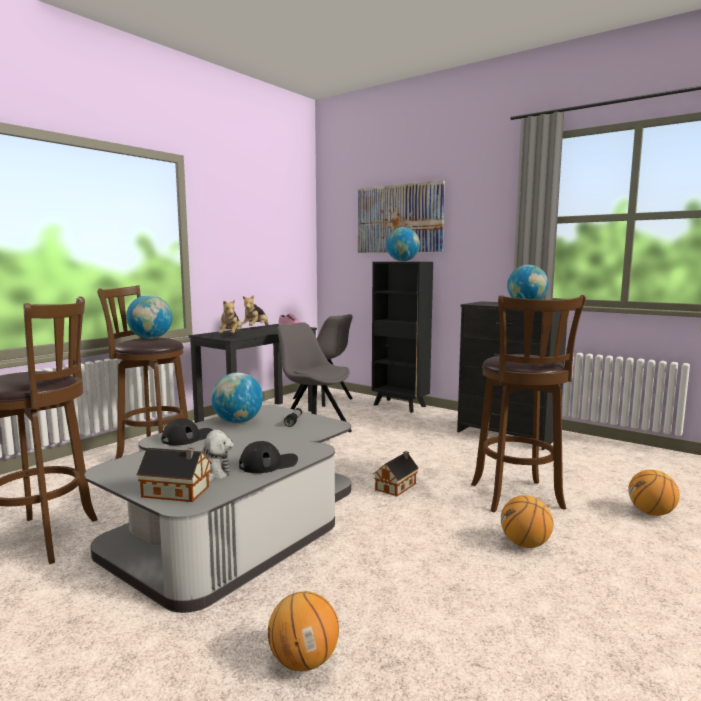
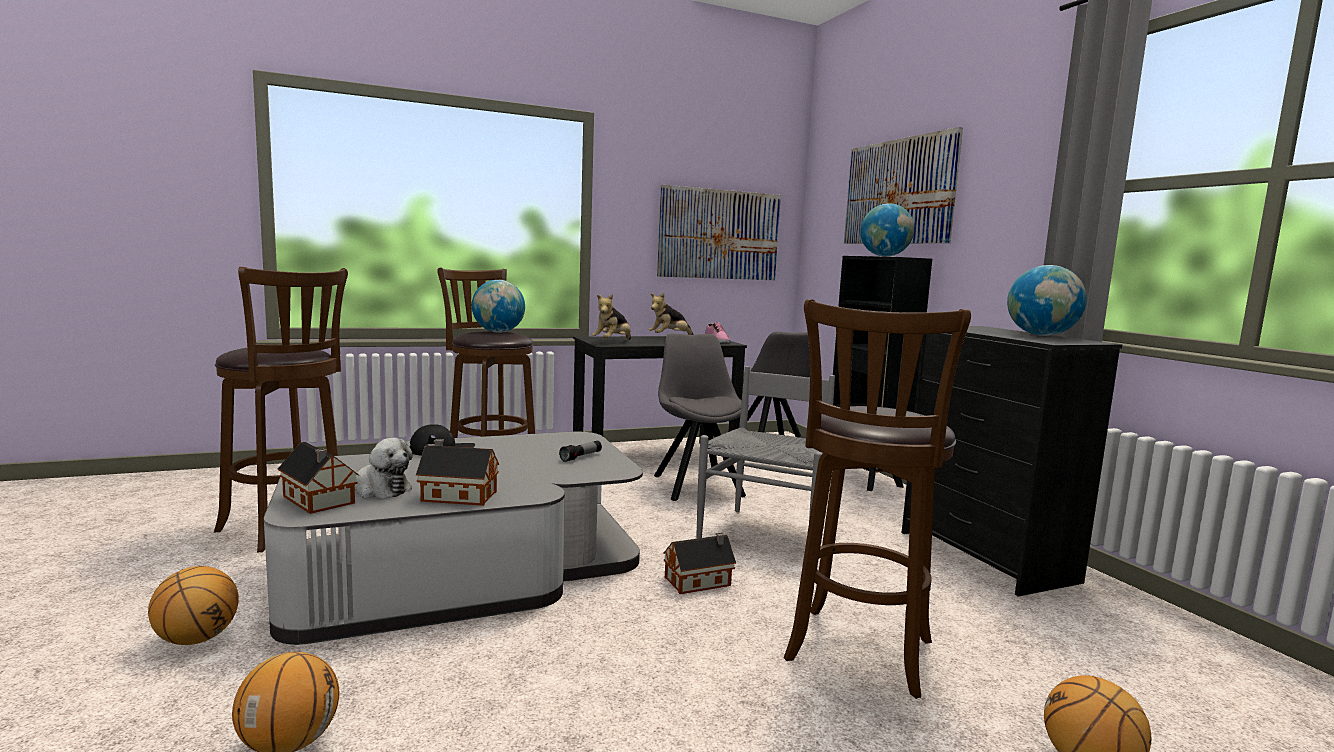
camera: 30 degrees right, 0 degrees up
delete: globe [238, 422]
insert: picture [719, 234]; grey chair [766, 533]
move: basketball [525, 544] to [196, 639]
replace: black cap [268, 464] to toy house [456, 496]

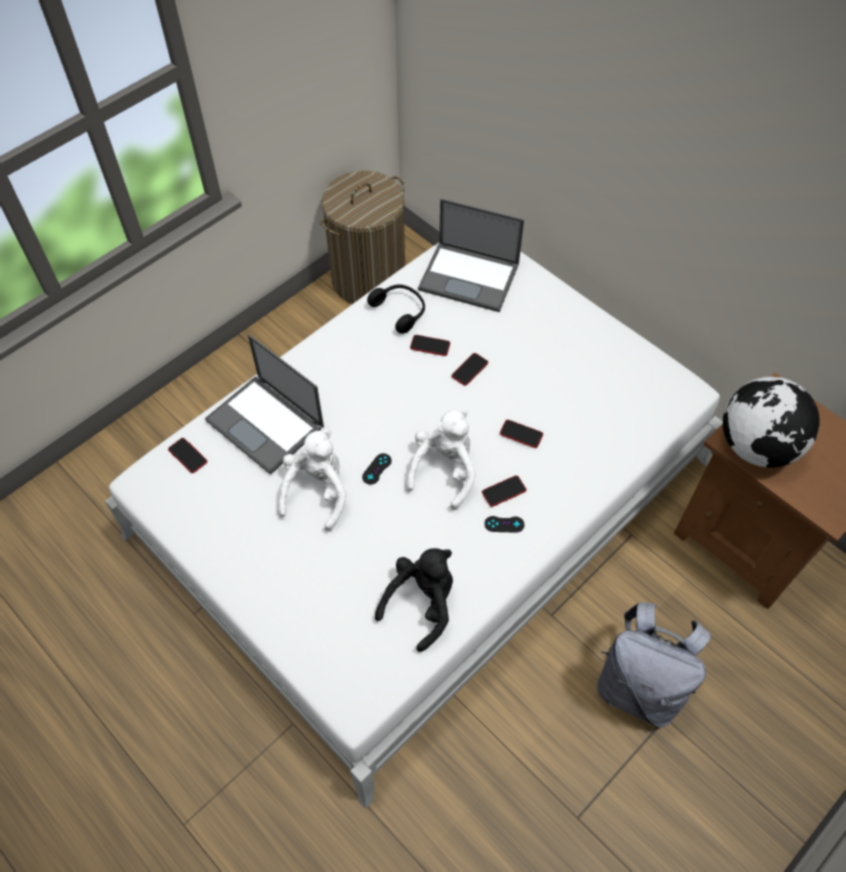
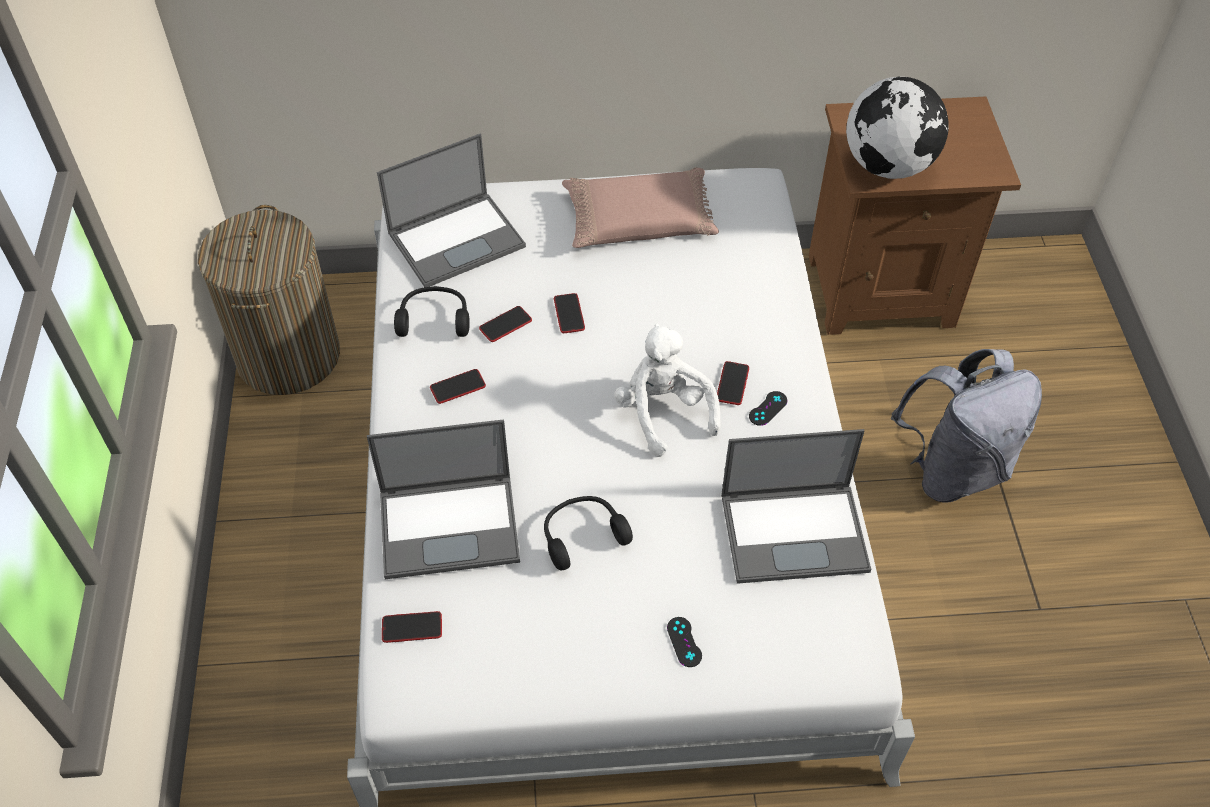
camera: 50 degrees left, 5 degrees down
insert: beige pillow [639, 216]
move: black game controller [377, 469] to [684, 642]; phone [521, 434] to [458, 387]
replace: white plush toy [317, 492] to black headphones [582, 535]; black plush toy [422, 604] to laptop [795, 532]

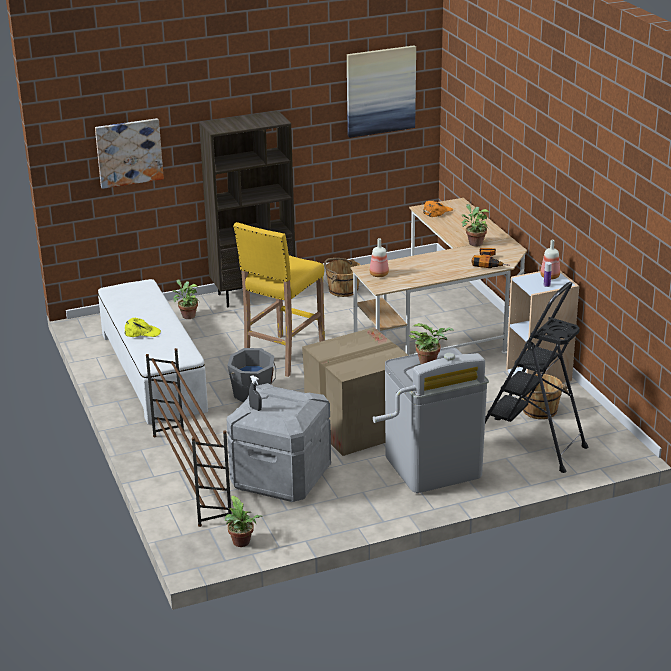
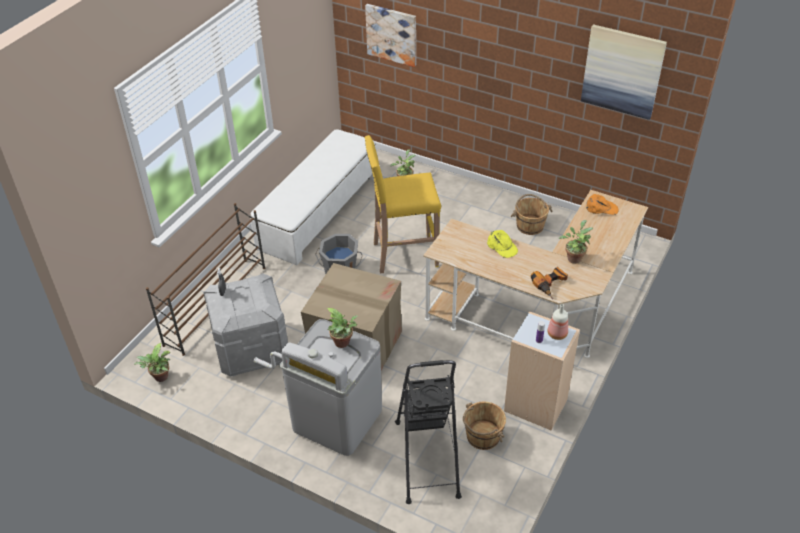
camera: 50 degrees right, 15 degrees up
delete: brown bookcase [253, 294]; bottle [378, 275]
move: yellow cap [142, 333] to [502, 247]

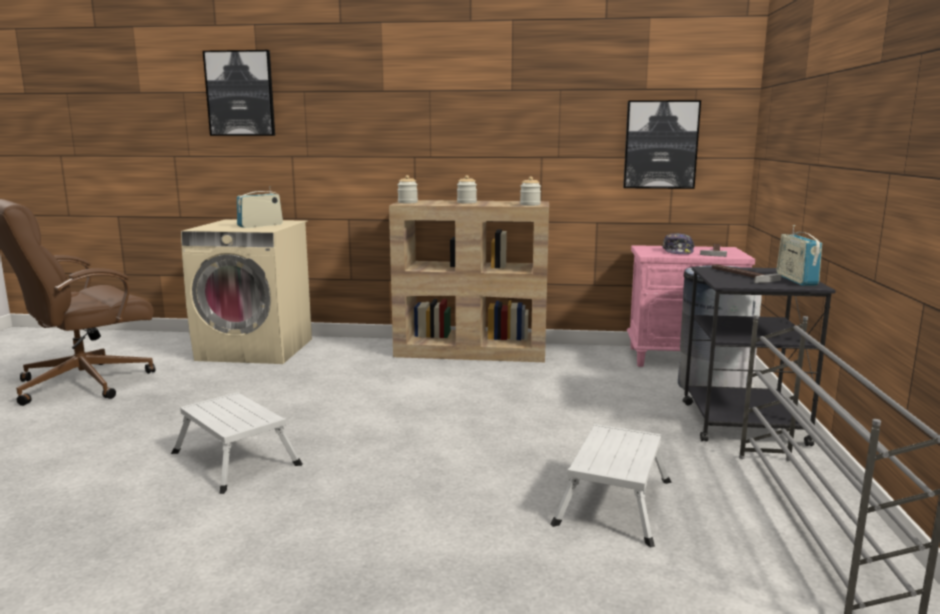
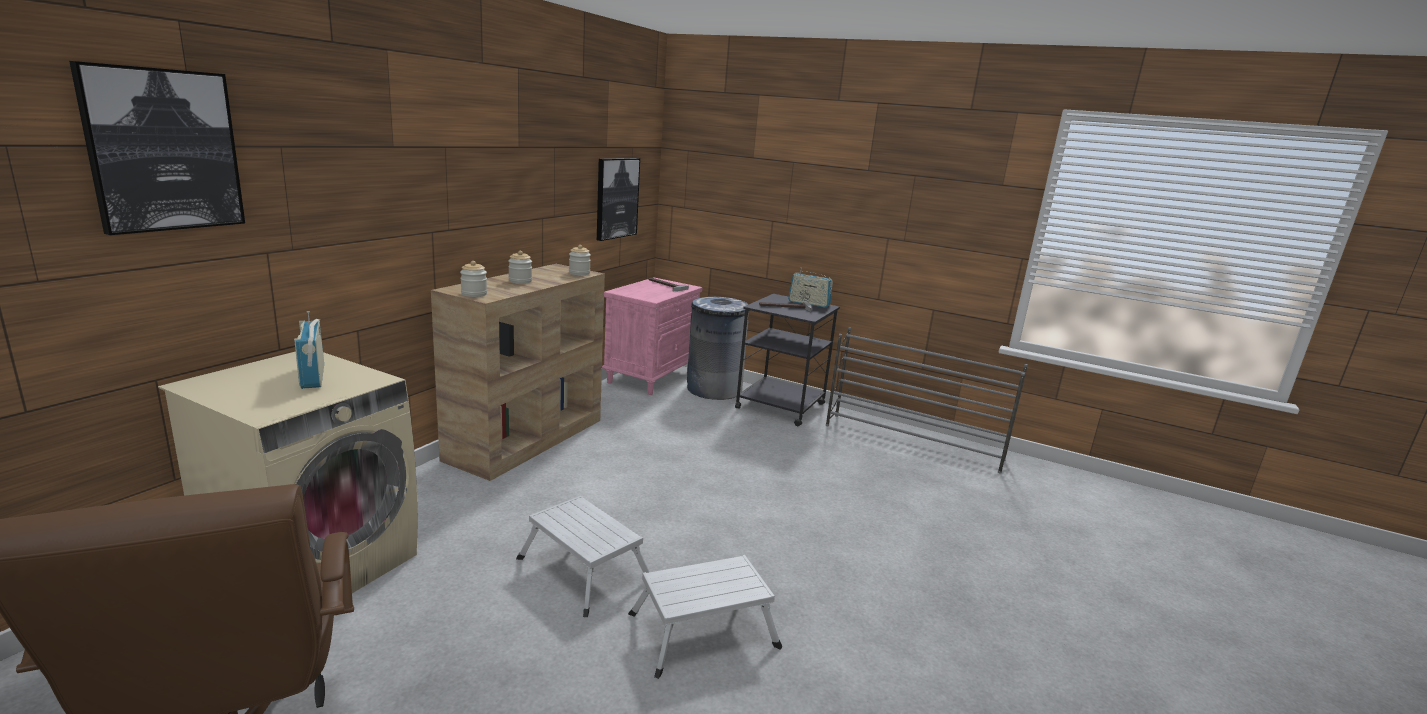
camera: 70 degrees left, 5 degrees up
delete: cap [678, 252]
move: white step ladder [614, 503] to [584, 569]

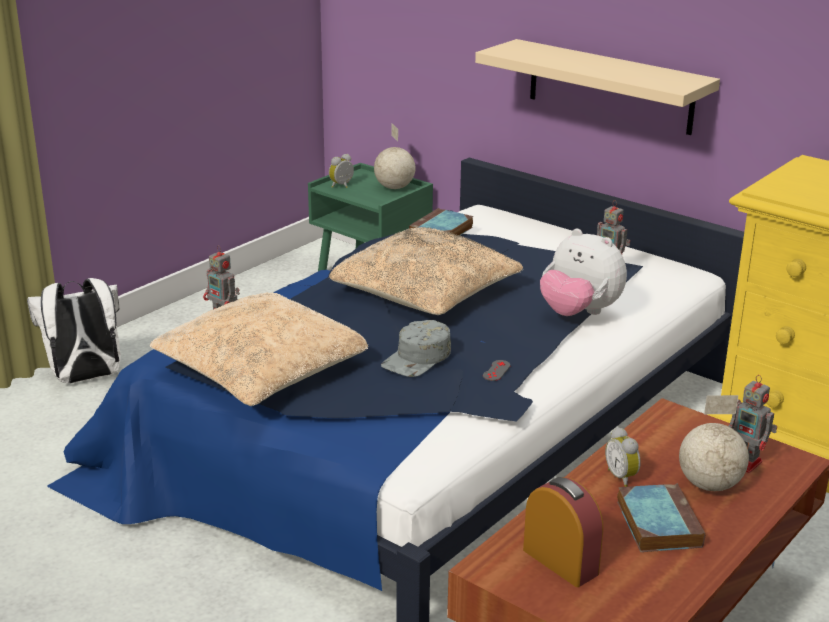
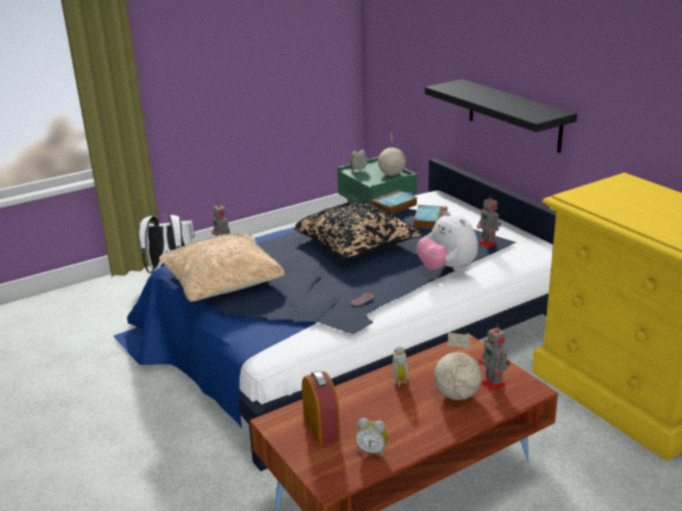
camera: 20 degrees right, 0 degrees up
delete: grey cap [417, 358]
insert: alarm clock [372, 451]
move: book [657, 523] to [430, 220]
recolor: beige pillow [426, 291] to black pillow [356, 243]; beige shelf [610, 87] to black shelf [514, 115]

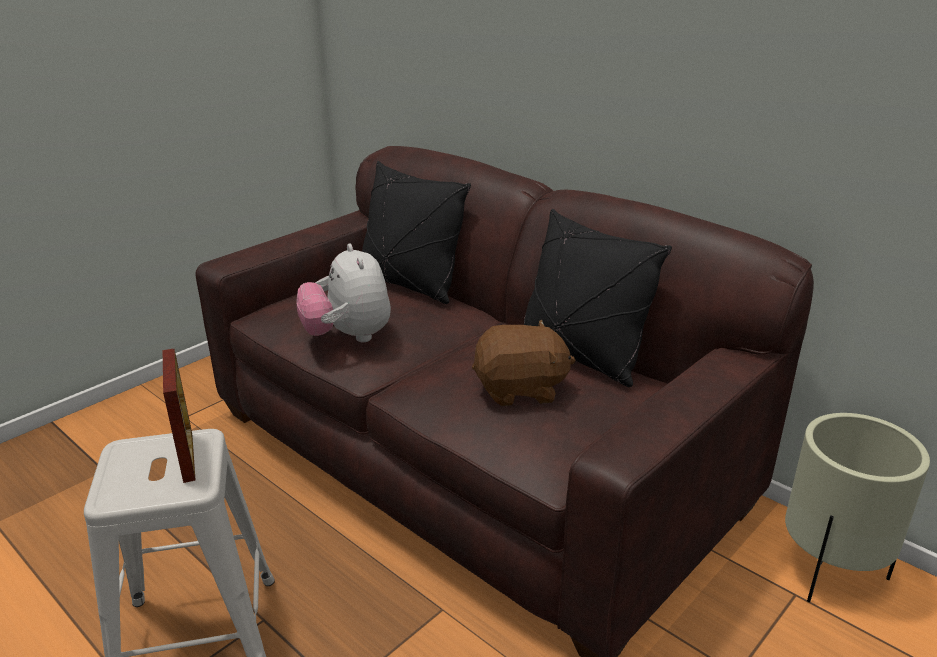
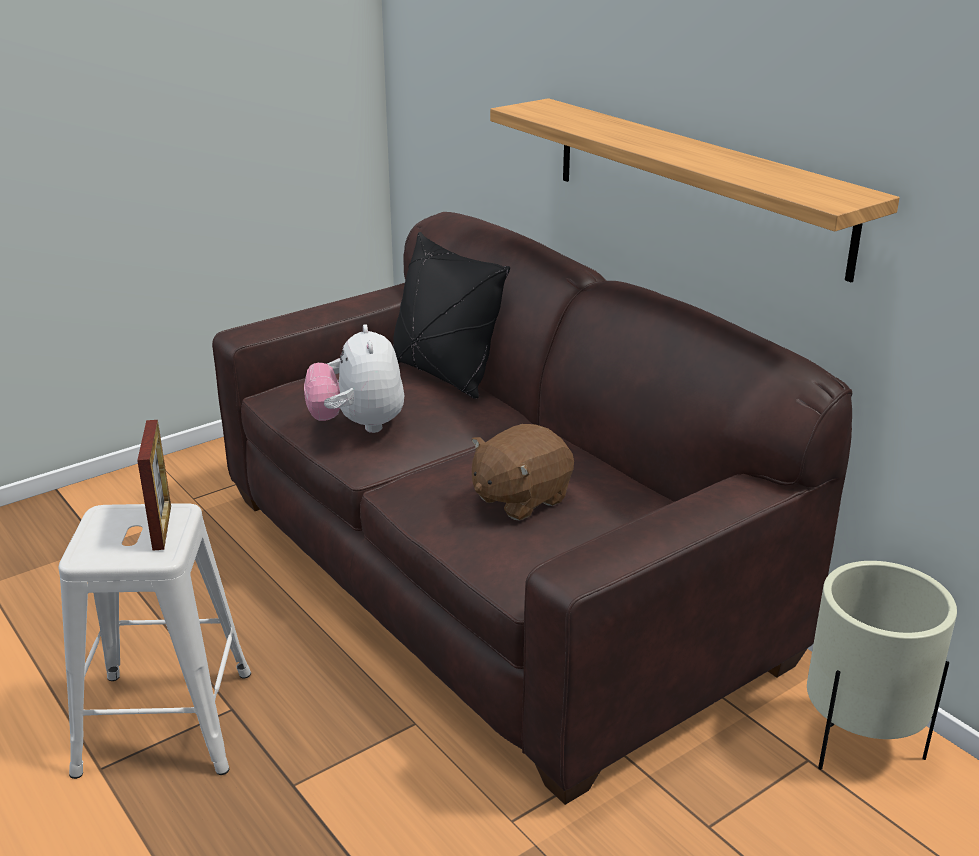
camera: 10 degrees right, 0 degrees up
delete: black pillow [581, 357]
insert: shelf [695, 183]
rotate: brown plush toy [520, 390] = [519, 498] 135 degrees clockwise

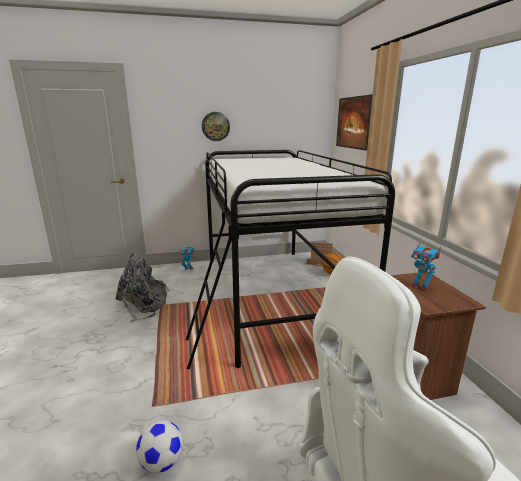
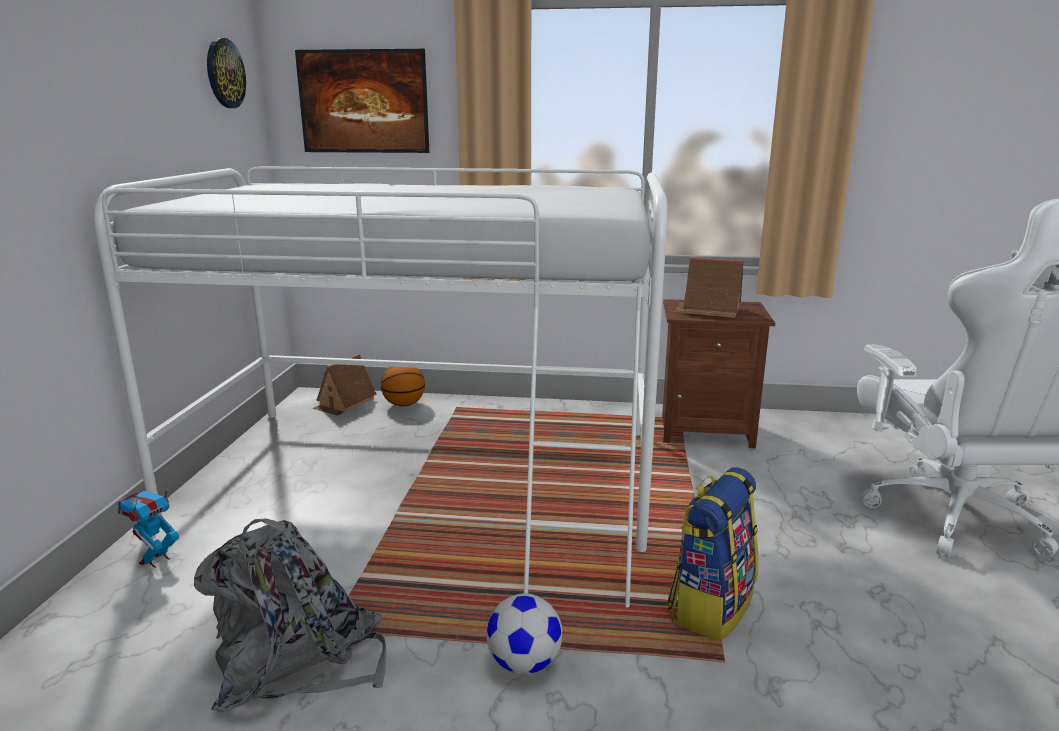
camera: 70 degrees left, 0 degrees up
insert: backpack [710, 606]
move: football [162, 462] to [524, 664]; wall clock [215, 126] to [225, 73]
replace: toy robot [420, 287] to toy house [708, 310]
recolor: black bed [272, 295] to white bed [428, 474]

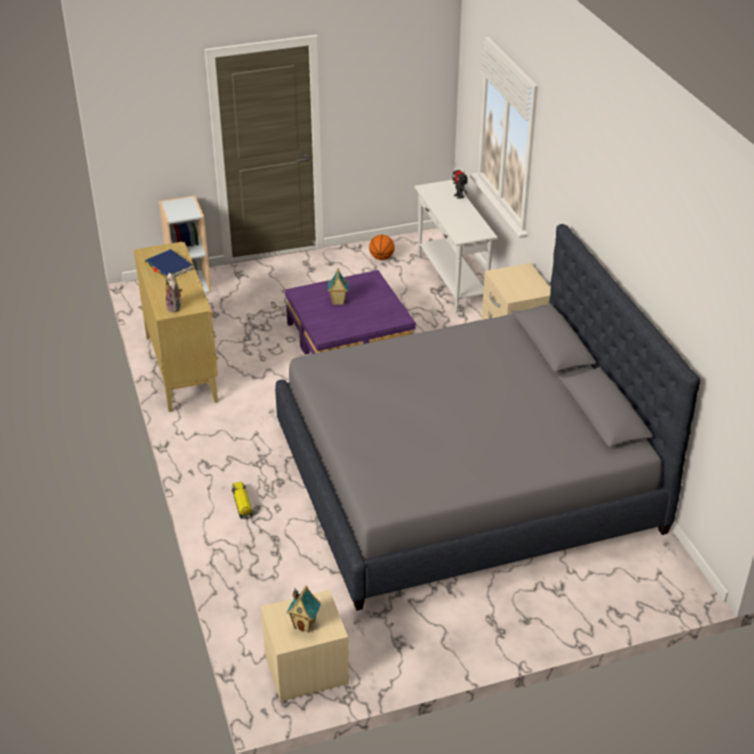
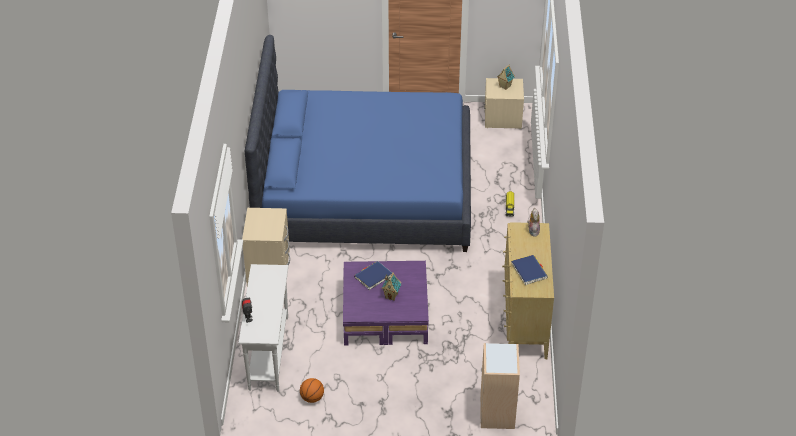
camera: 160 degrees left, 5 degrees up
insert: blue book [373, 276]
recolor: grey bed [465, 477] to blue bed [365, 189]

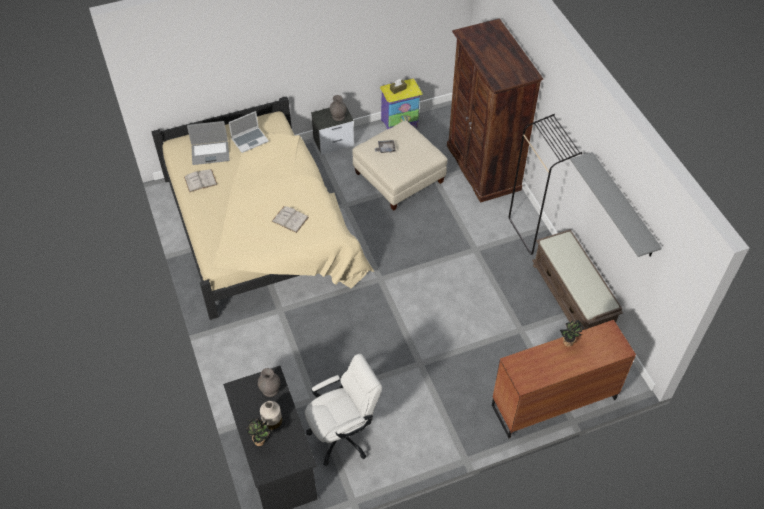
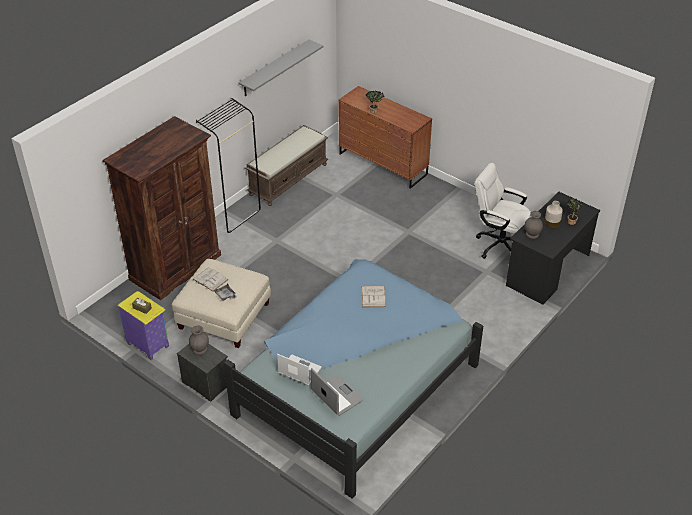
camera: 120 degrees left, 10 degrees down
move: white book [200, 180] to [210, 279]
recolor: beige bed [262, 228] to blue bed [354, 382]

